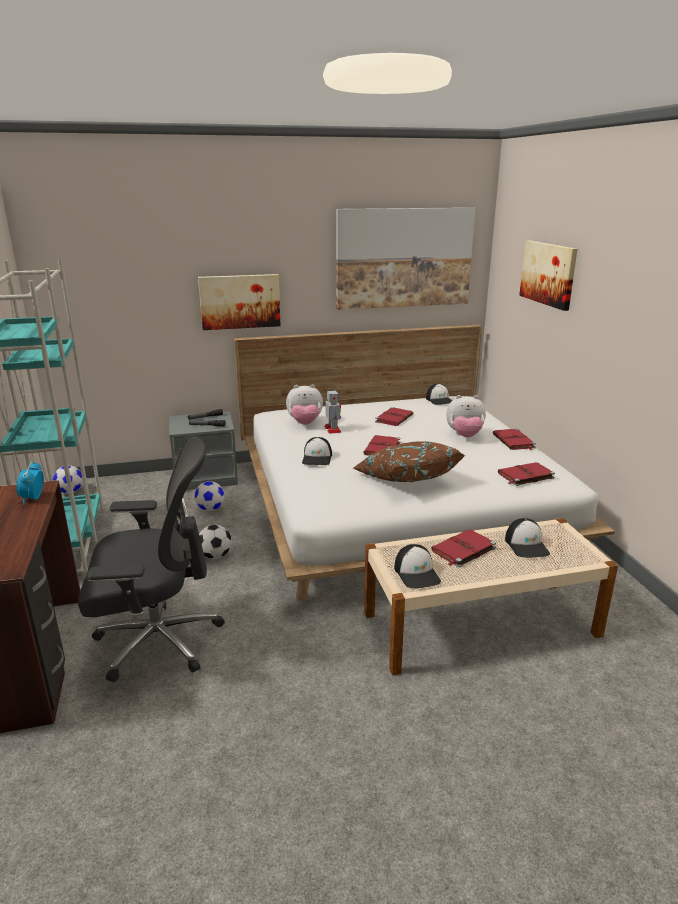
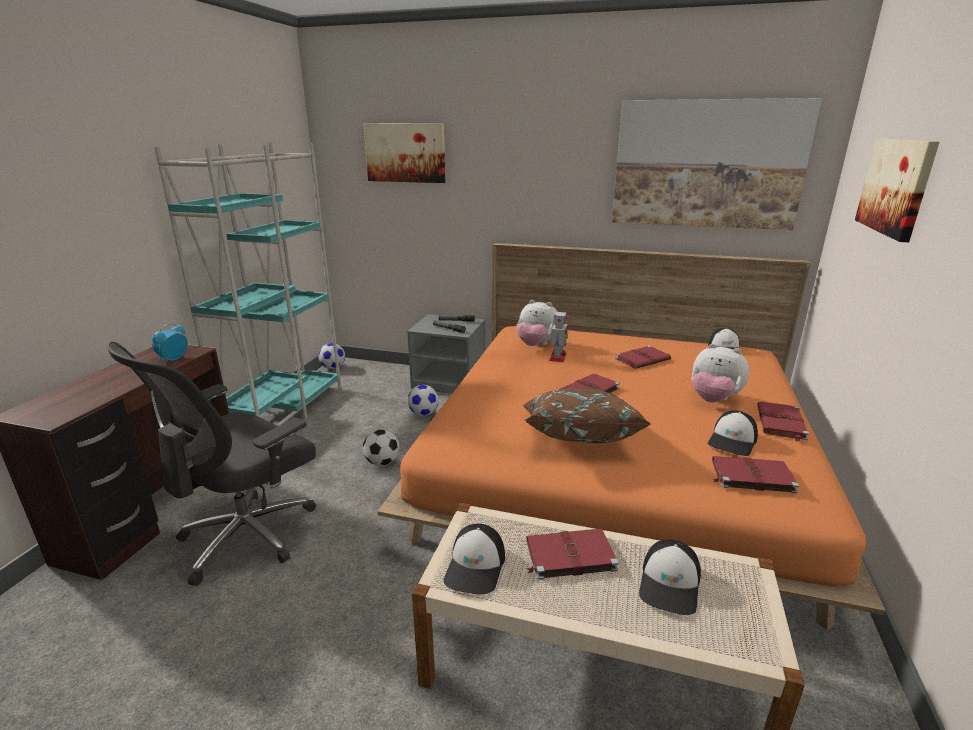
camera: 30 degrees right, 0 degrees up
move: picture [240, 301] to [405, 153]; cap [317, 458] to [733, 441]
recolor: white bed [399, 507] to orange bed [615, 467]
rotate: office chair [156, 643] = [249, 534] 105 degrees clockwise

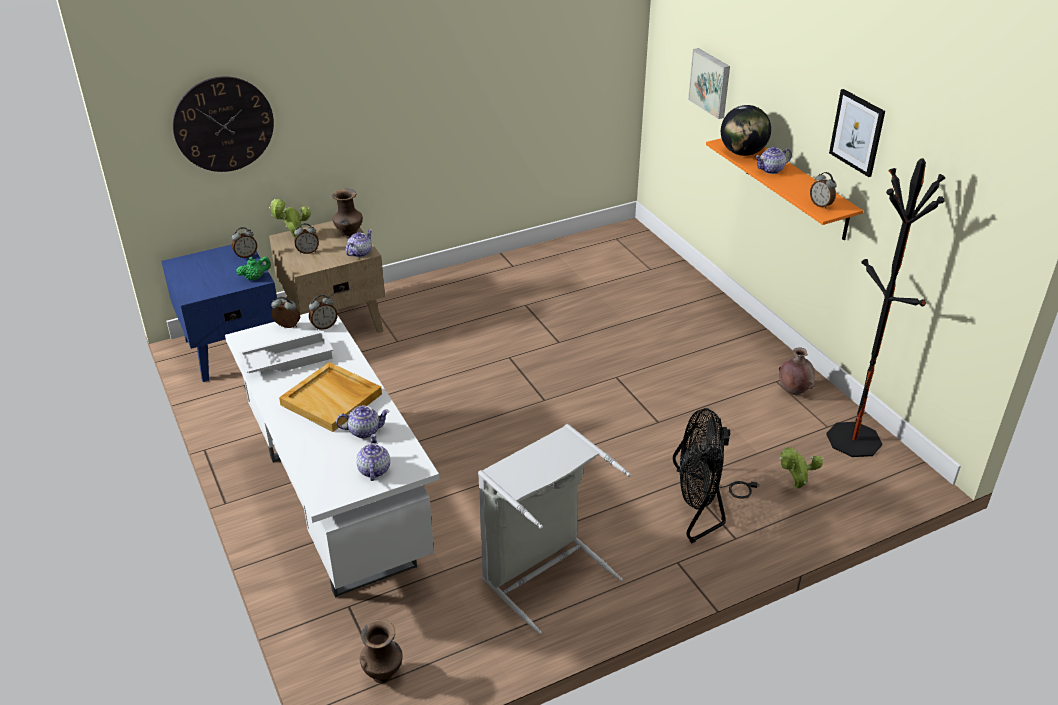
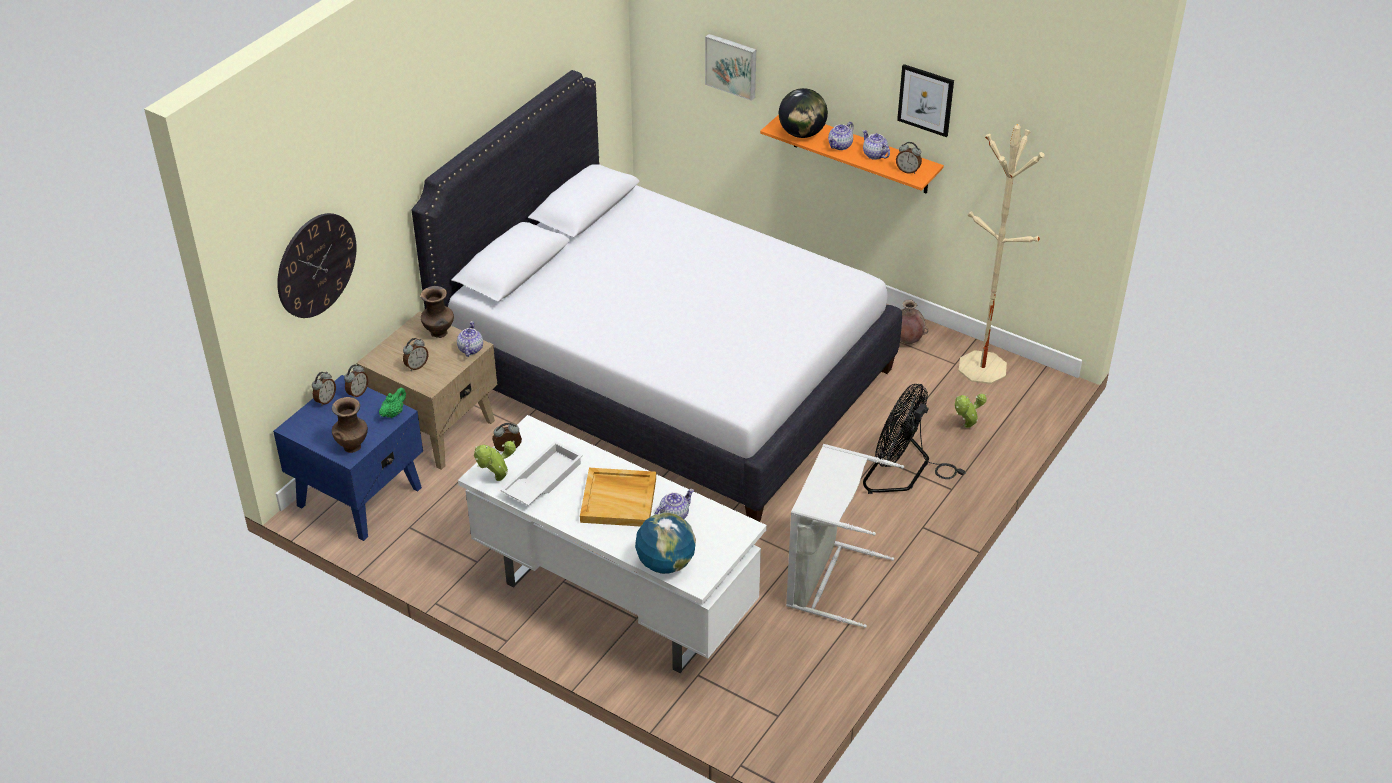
camera: 30 degrees left, 5 degrees up
insert: white bed [666, 375]; globe [665, 563]
move: potted plant [294, 238] to [496, 480]; alarm clock [324, 326] to [325, 400]; teapot [373, 470] to [874, 154]; brown vase [383, 674] to [352, 446]
recolor: black clothes rack [854, 439] to beige clothes rack [982, 367]
rotate: black fan [705, 502] = [907, 469] 60 degrees clockwise

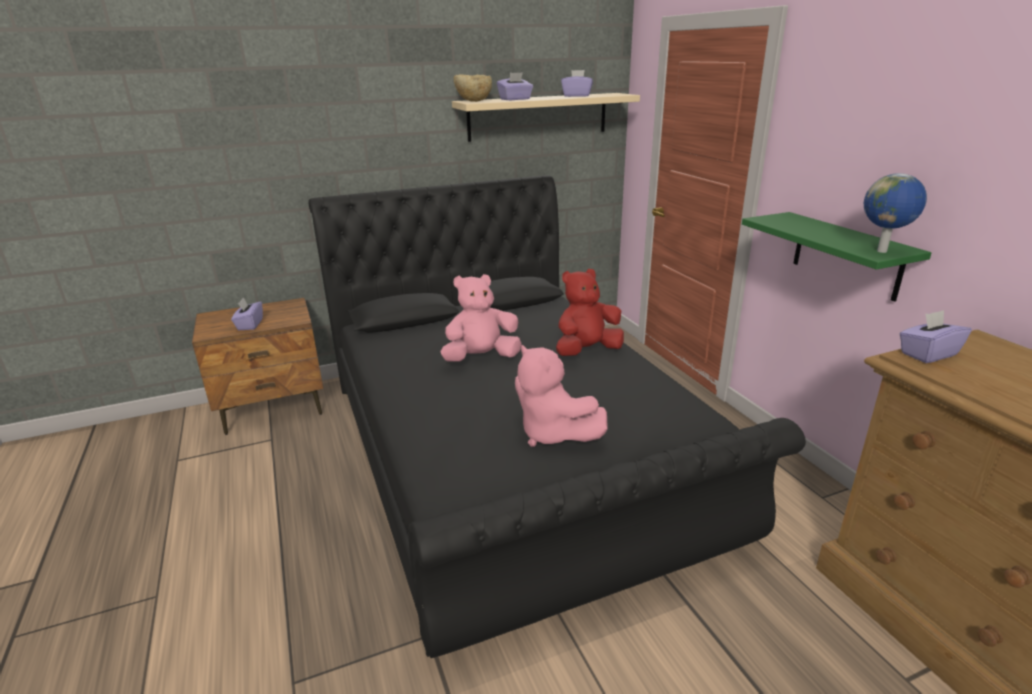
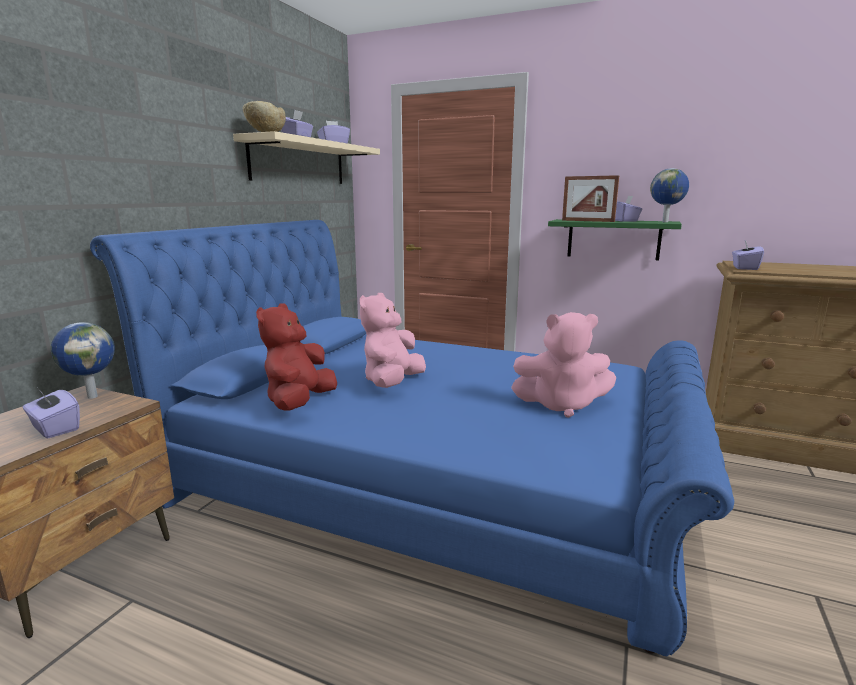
camera: 45 degrees left, 10 degrees down
insert: globe [92, 396]; picture frame [587, 221]; purple tissue box [625, 221]
move: red plush toy [587, 351] to [299, 403]
recolor: black bed [511, 448] to blue bed [430, 472]

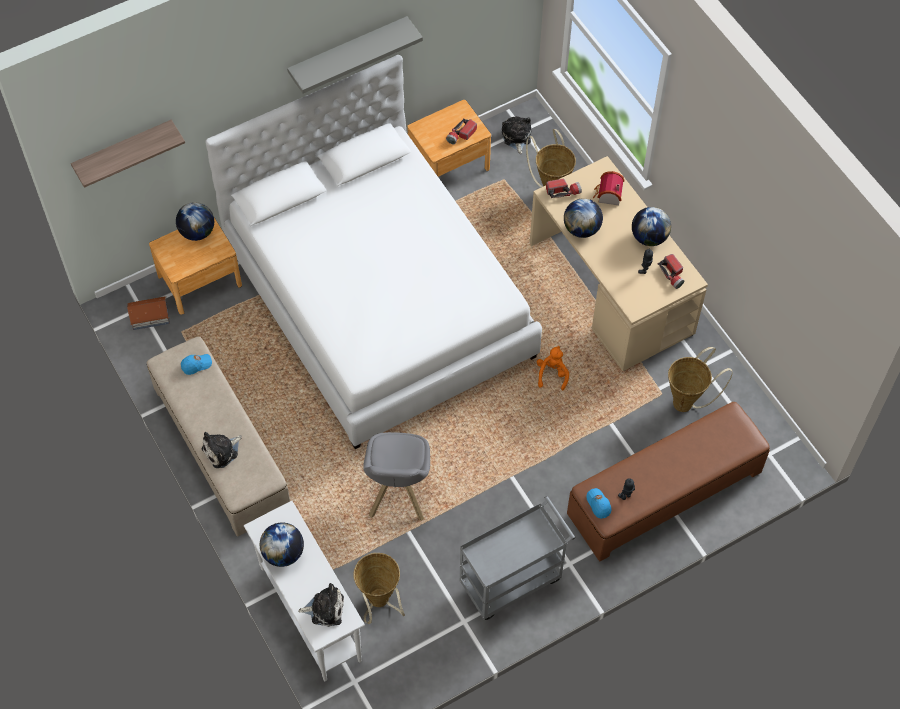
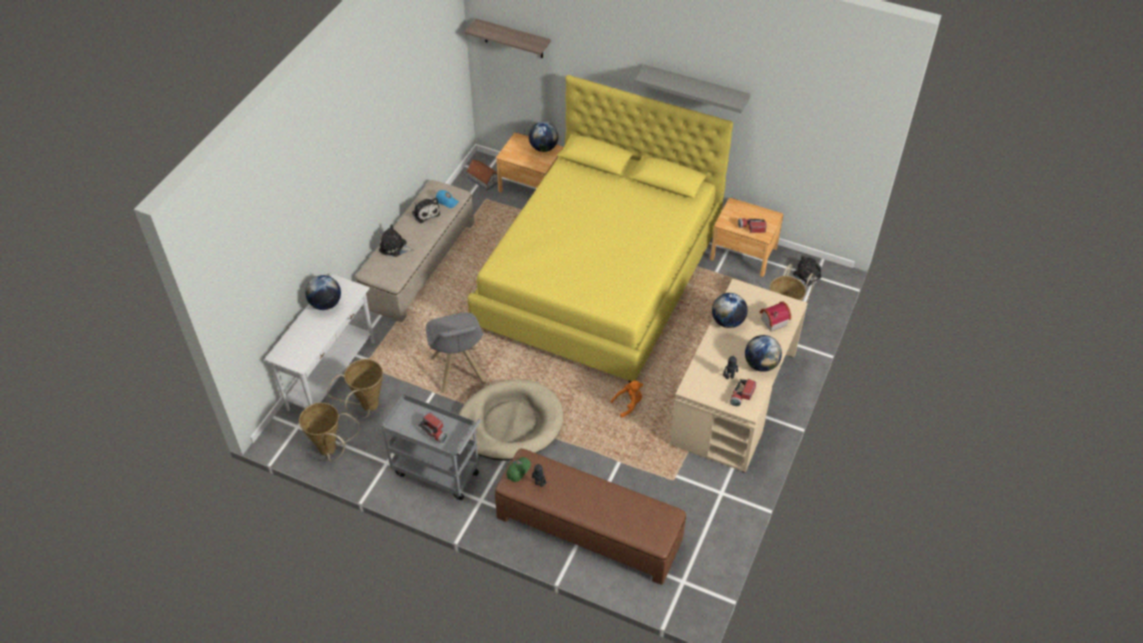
camera: 55 degrees right, 10 degrees down
insert: beige dog bed [510, 423]
move: plush toy [325, 608] to [425, 212]; flashlight [563, 192] to [435, 431]; basket [687, 402] to [331, 450]
recolor: white bed [379, 300] to yellow bed [599, 278]; blue cap [598, 504] to green cap [518, 470]
rotate: grey chair [398, 493] = [458, 371] 75 degrees counterclockwise

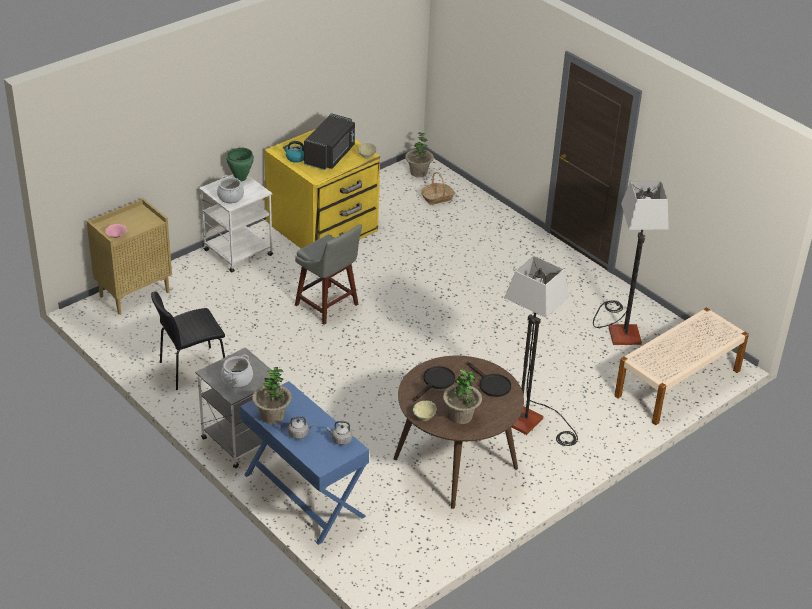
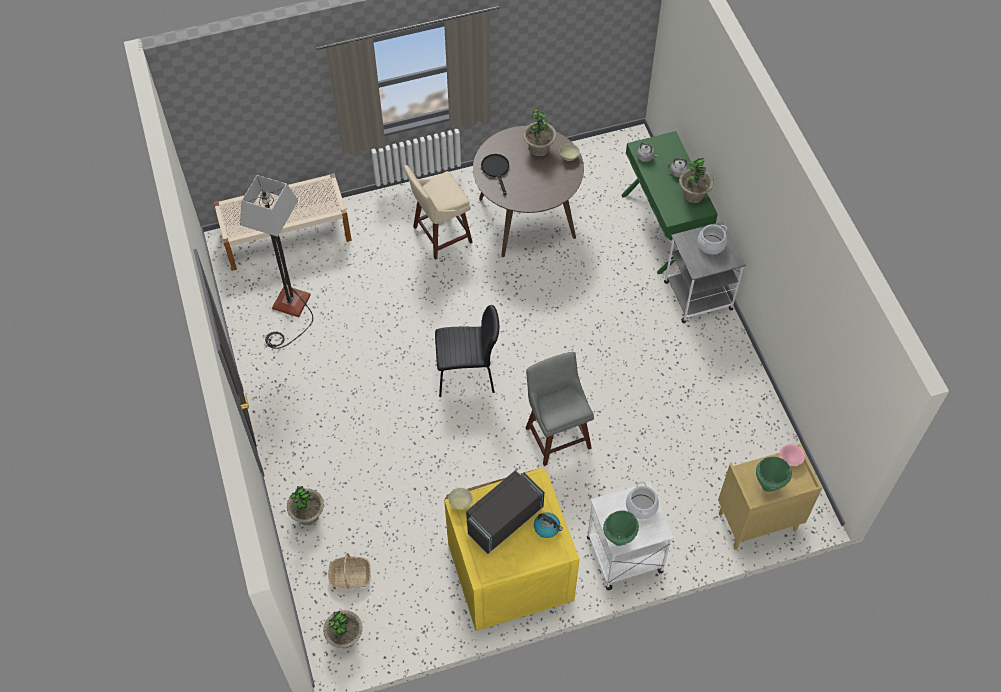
camera: 155 degrees left, 20 degrees up
delete: black frying pan [436, 382]
insert: potted plant [308, 515]; green cooking pot [768, 485]
move: black chair [191, 369] to [468, 374]
replace: floor lamp [533, 423] to beige chair [439, 235]
recolor: blue console table [303, 495] to green console table [663, 227]

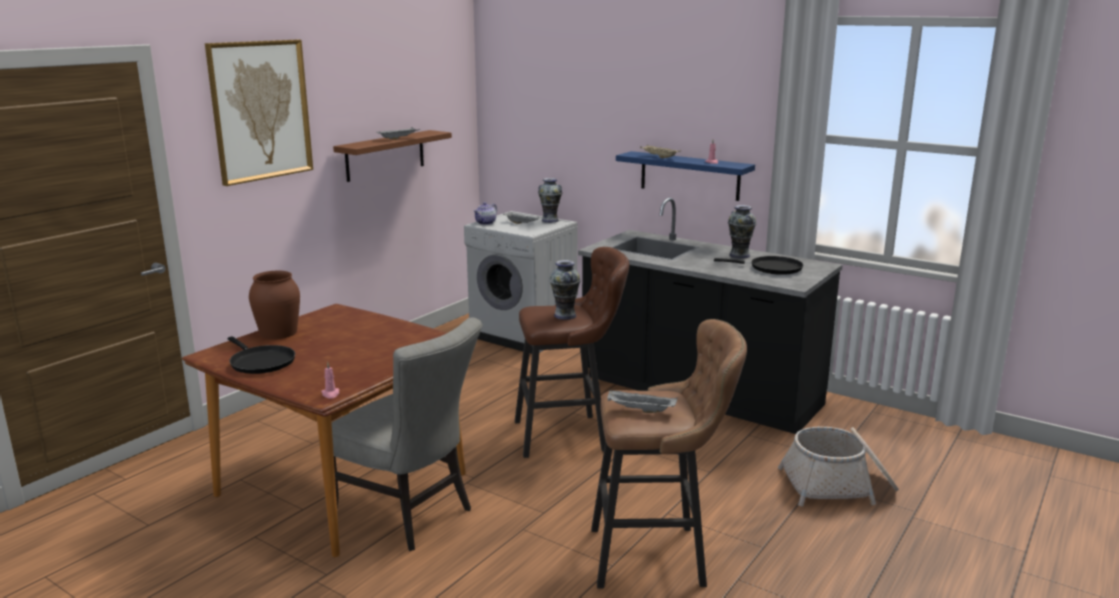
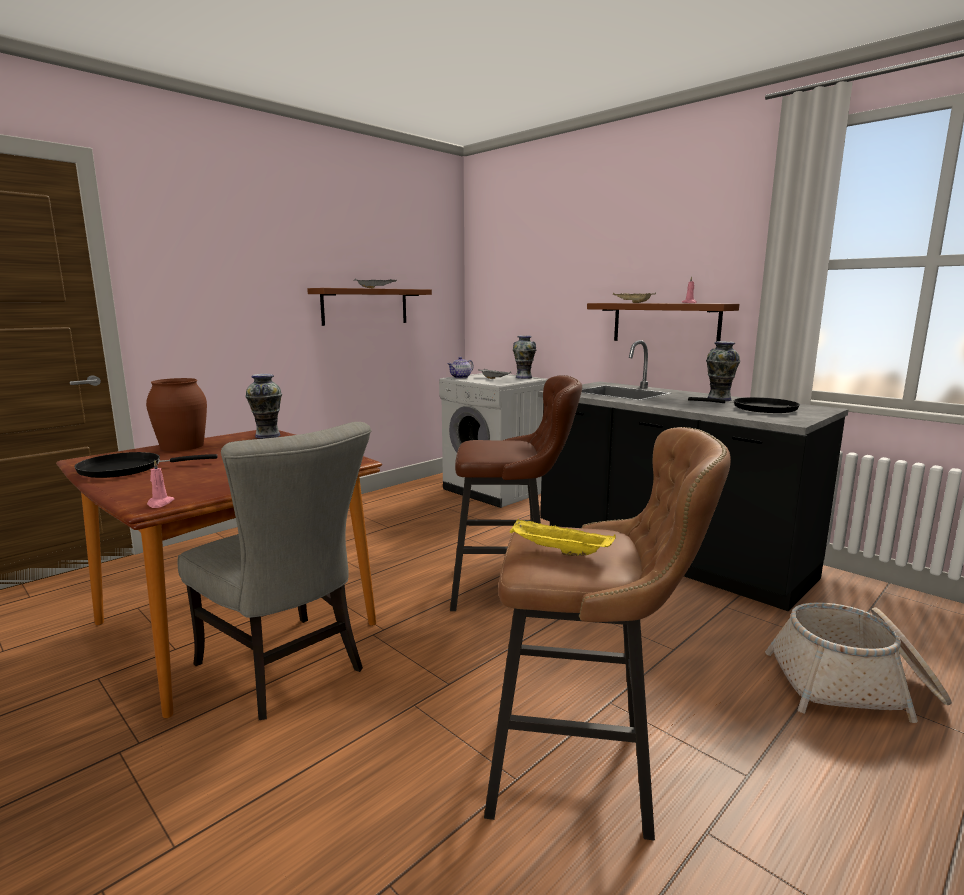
camera: 10 degrees right, 5 degrees down
delete: picture [260, 110]
move: vase [565, 315] to [268, 436]
recolor: grey tray [640, 410] to yellow tray [558, 551]; blue shelf [689, 175] to brown shelf [665, 323]
rotate: black frying pan [260, 362] = [127, 469] 105 degrees clockwise

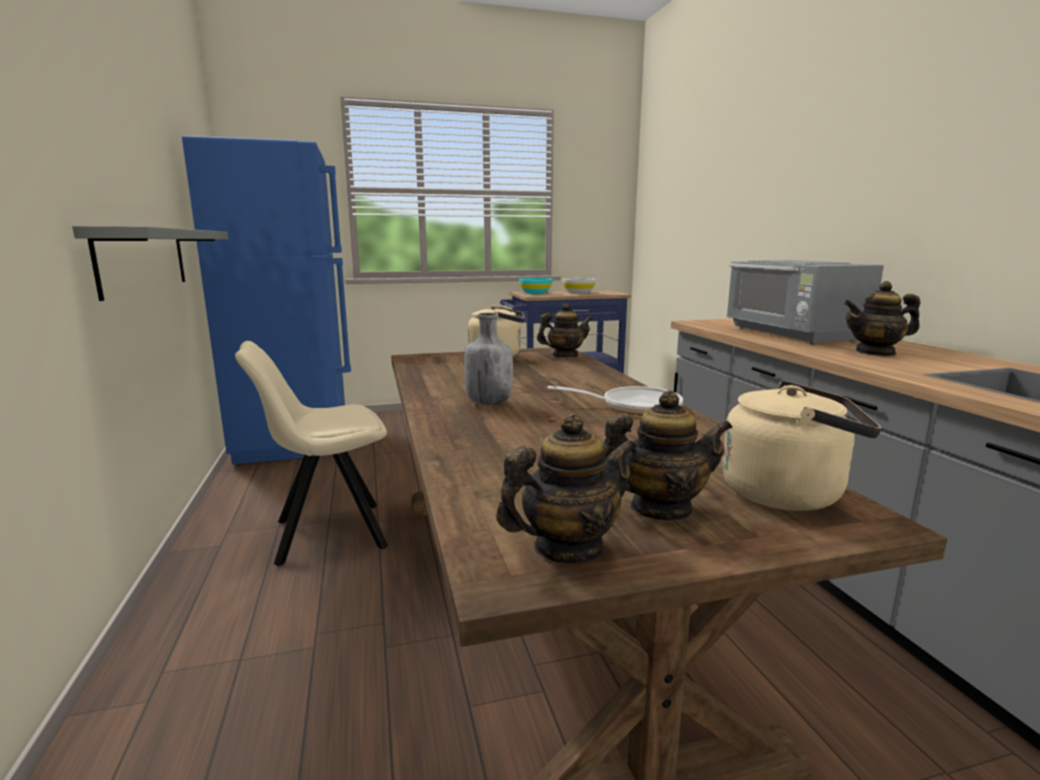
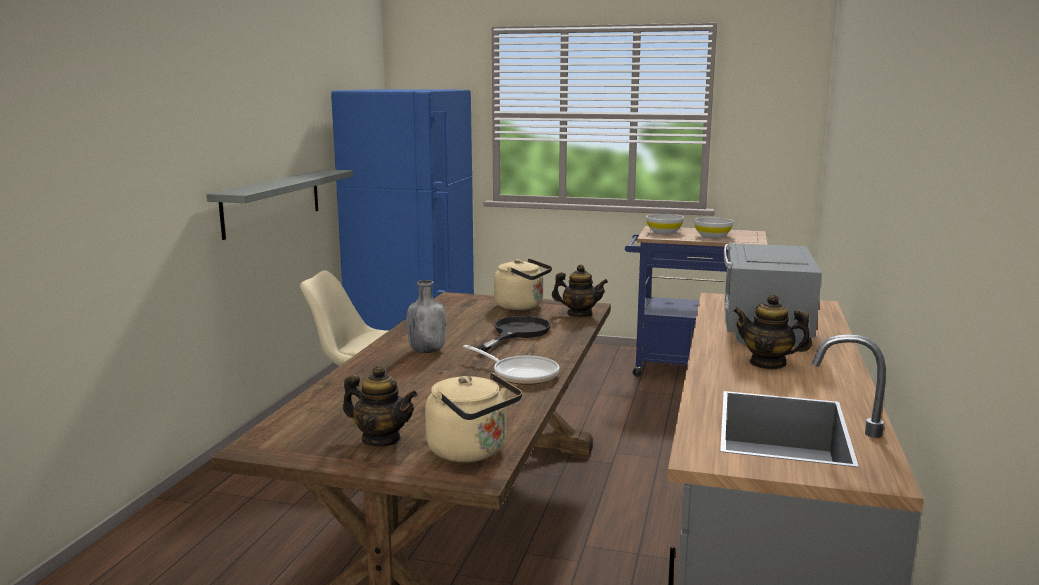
camera: 30 degrees right, 0 degrees up
delete: teapot [567, 547]
insert: black frying pan [516, 333]
recolor: turquoise bowl [535, 293] to white bowl [664, 232]

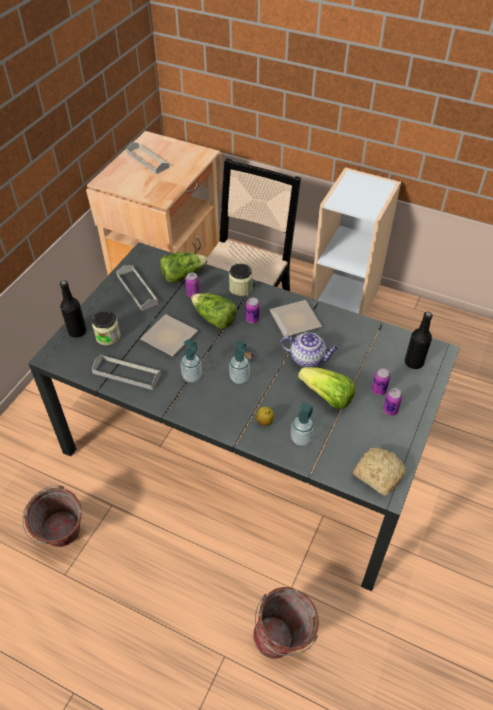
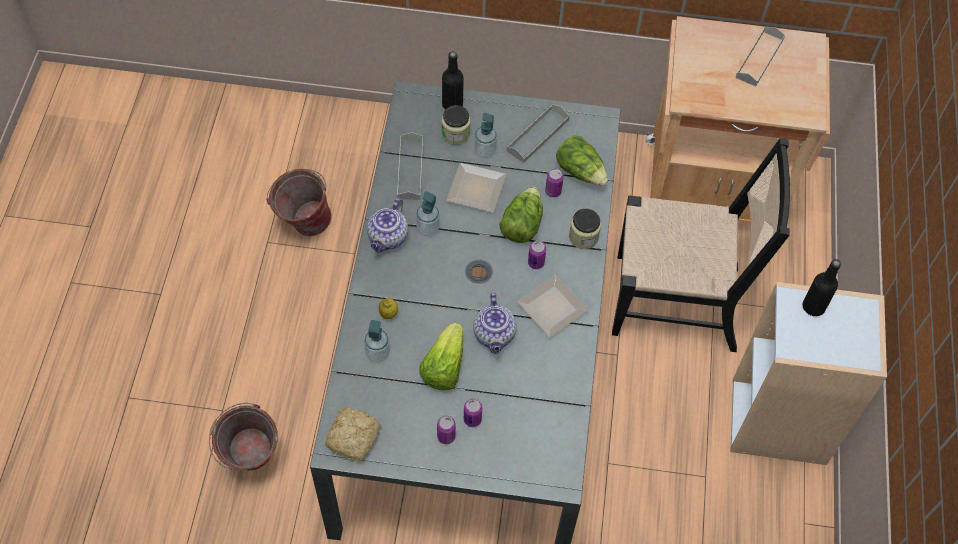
camera: 70 degrees right, 10 degrees up
insert: teapot [388, 238]
move: soap dispenser [239, 378] to [485, 151]; black bottle [413, 362] to [813, 307]

